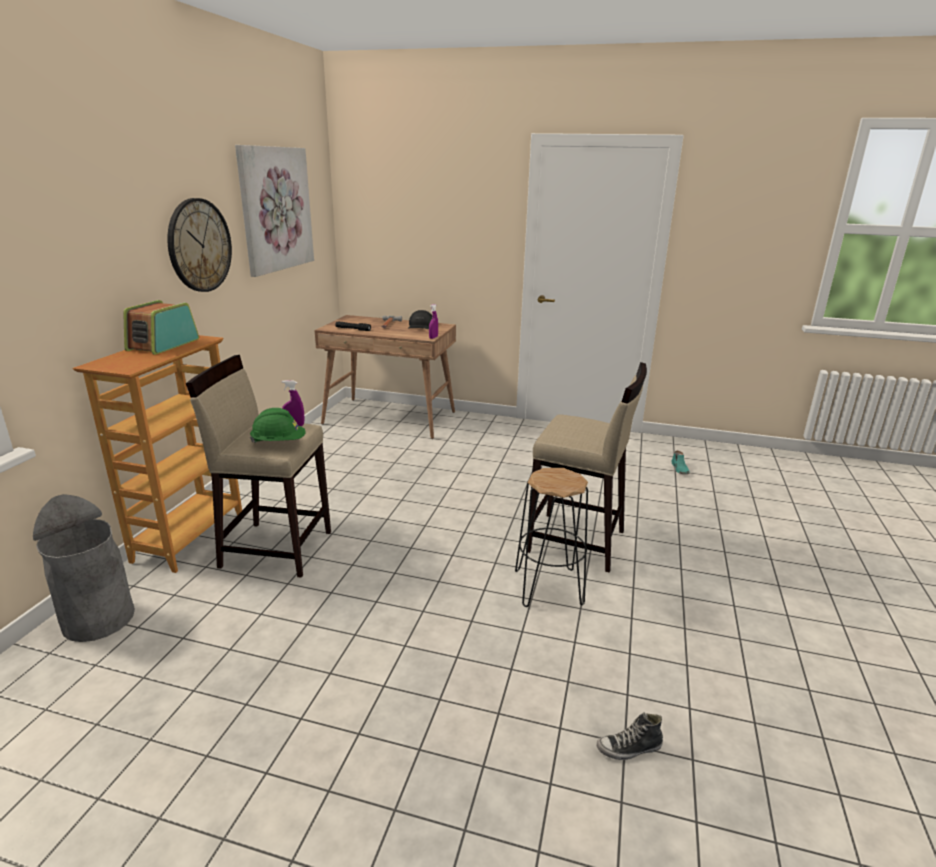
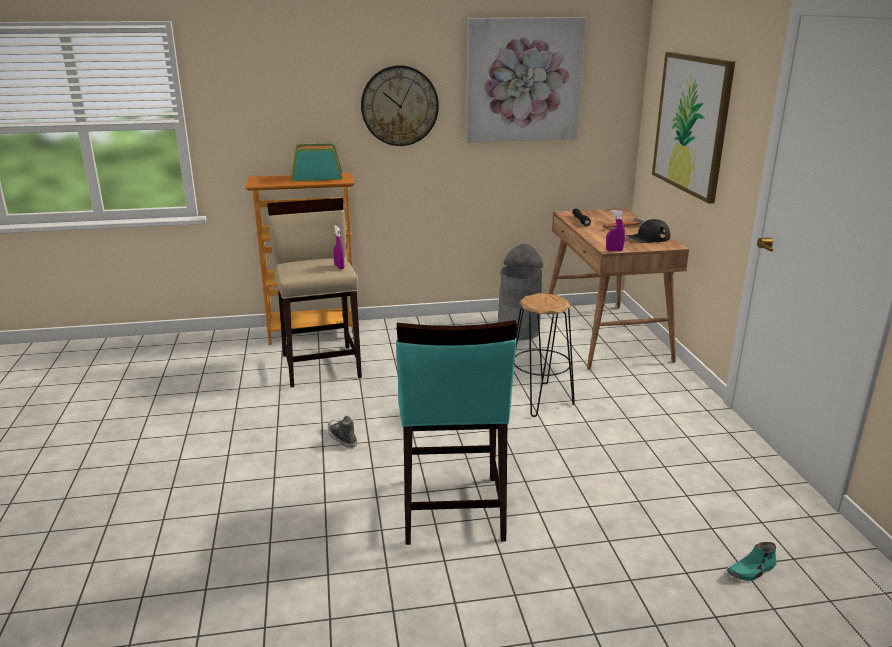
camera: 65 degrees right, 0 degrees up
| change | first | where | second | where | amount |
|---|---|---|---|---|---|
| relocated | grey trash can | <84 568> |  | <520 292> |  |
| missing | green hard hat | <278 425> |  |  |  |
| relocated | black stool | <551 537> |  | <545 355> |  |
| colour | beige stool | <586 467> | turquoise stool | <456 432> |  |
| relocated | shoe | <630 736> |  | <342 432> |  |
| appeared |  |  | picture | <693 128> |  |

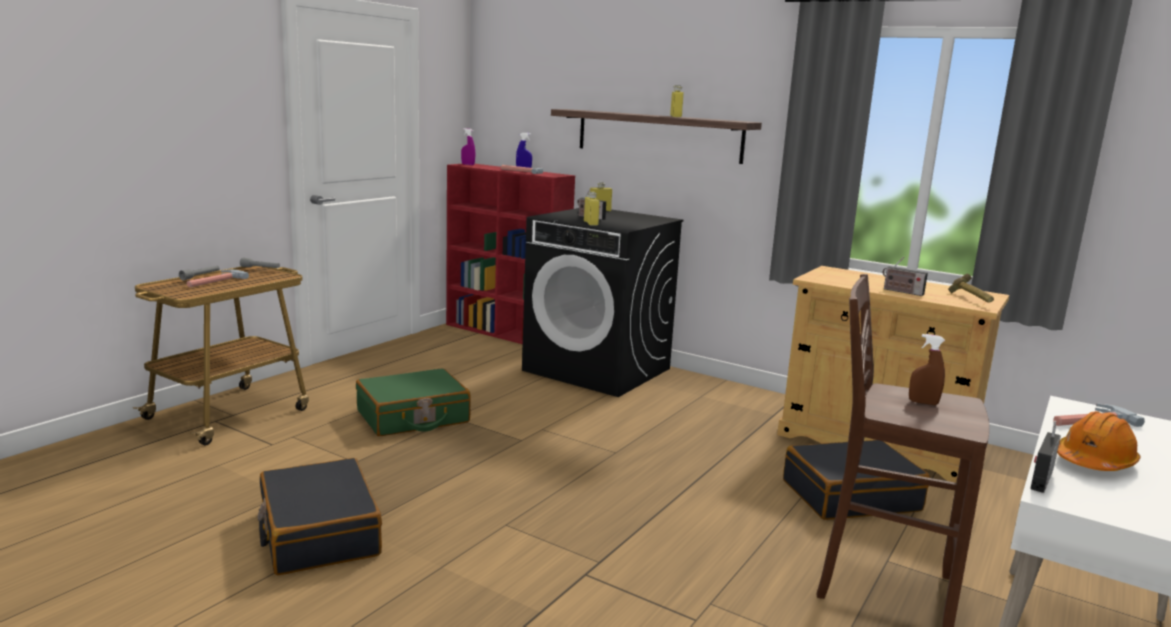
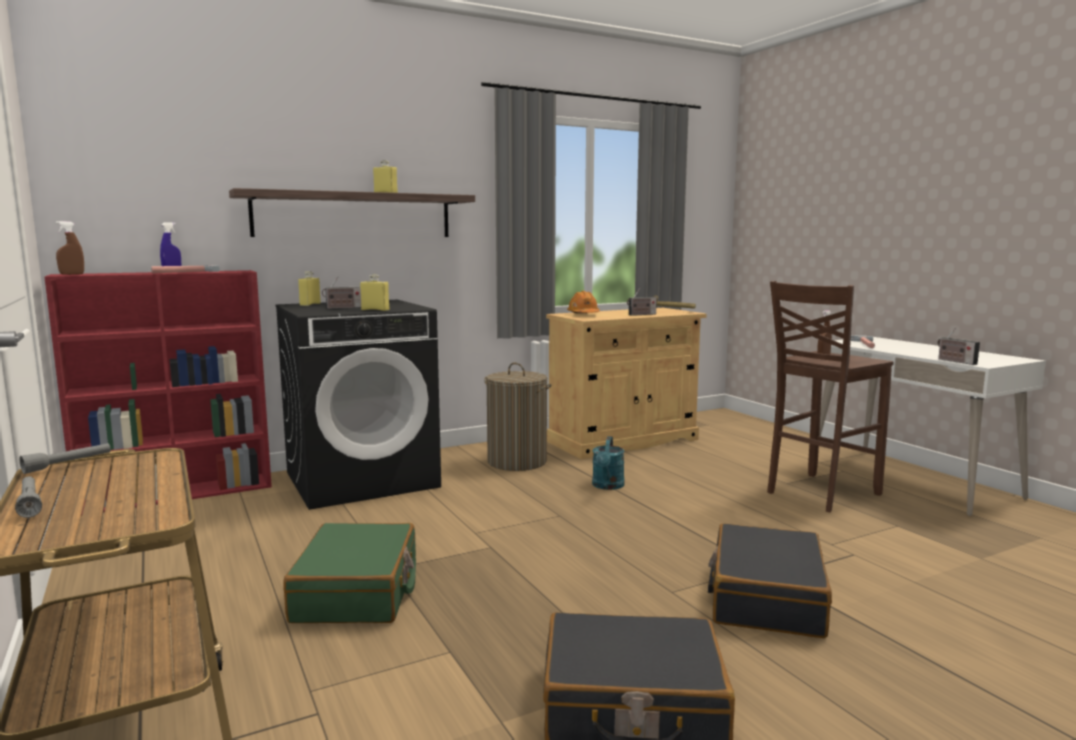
camera: 60 degrees left, 5 degrees down
| change | first | where | second | where | amount |
|---|---|---|---|---|---|
| missing | hammer | <218 279> |  |  |  |
| colour | purple spray bottle | <468 146> | brown spray bottle | <70 248> |  |
| relocated | black suitcase | <856 480> |  | <770 580> |  |
| relocated | orange hard hat | <1099 441> |  | <583 302> |  |
| appeared |  |  | laundry basket | <518 416> |  |
| appeared |  |  | turquoise watering can | <608 463> |  |

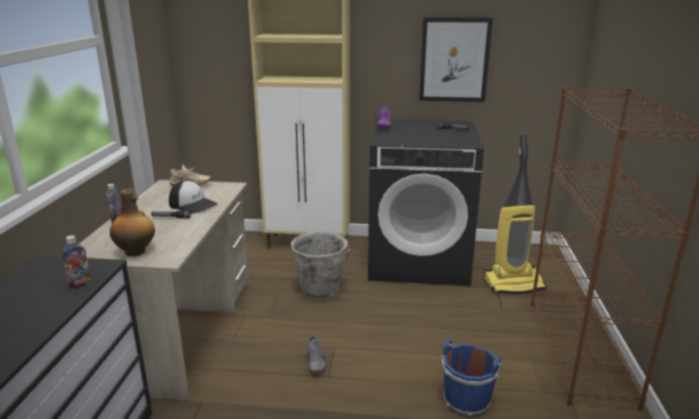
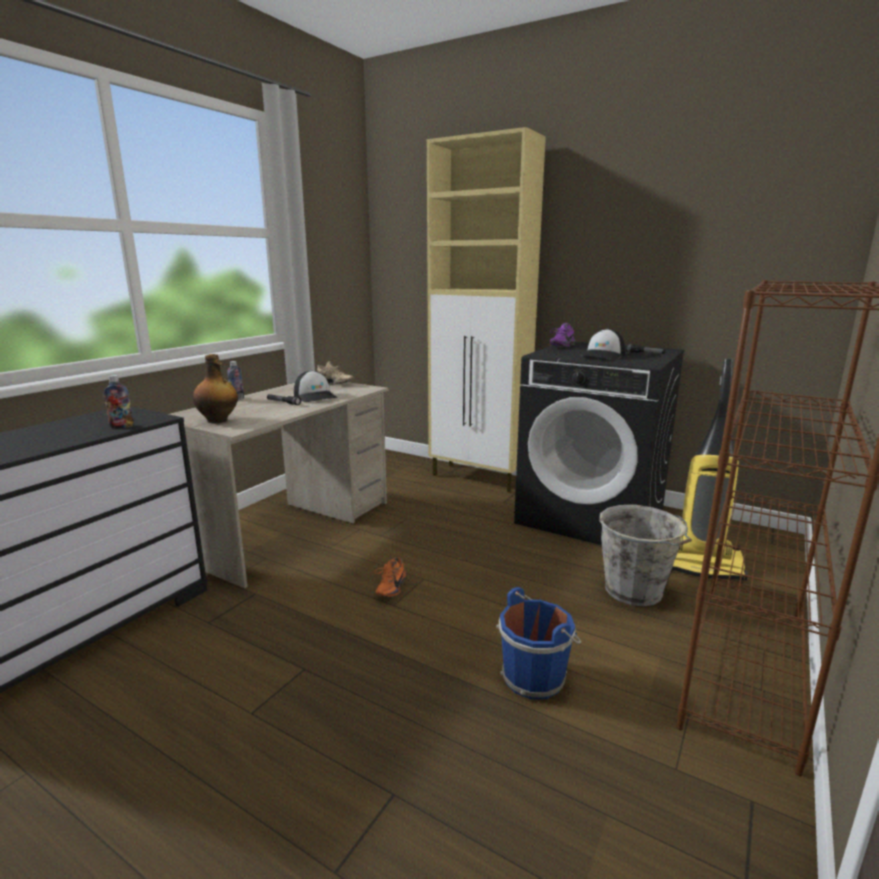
camera: 25 degrees right, 5 degrees down
| change | first | where | second | where | amount |
|---|---|---|---|---|---|
| relocated | grey bucket | <321 266> |  | <645 555> |  |
| colour | grey shoe | <313 354> | orange shoe | <390 577> |  |
| missing | picture | <456 59> |  |  |  |
| appeared |  |  | cap | <602 344> |  |

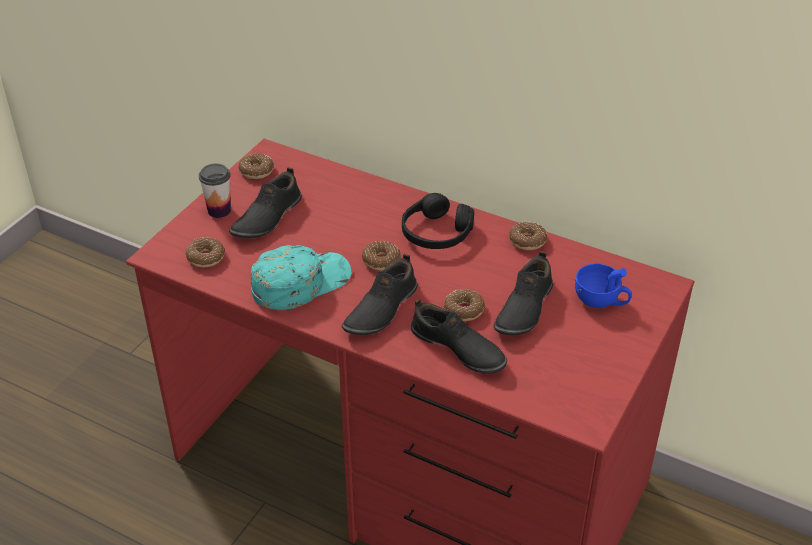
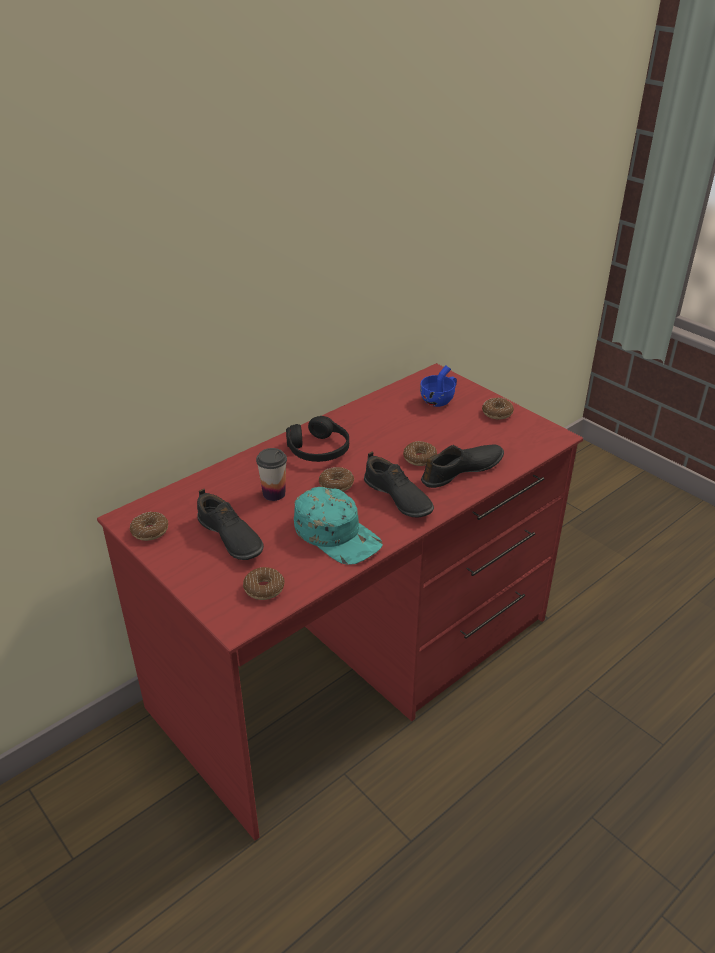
camera: 70 degrees left, 5 degrees down
| change | first | where | second | where | amount |
|---|---|---|---|---|---|
| relocated | cup | <215 190> |  | <271 474> |  |
| spun | turquoise cap | <301 277> |  | <338 526> | 150 degrees clockwise |
| missing | black shoe | <523 293> |  |  |  |
| relocated | donut | <528 236> |  | <498 408> |  |

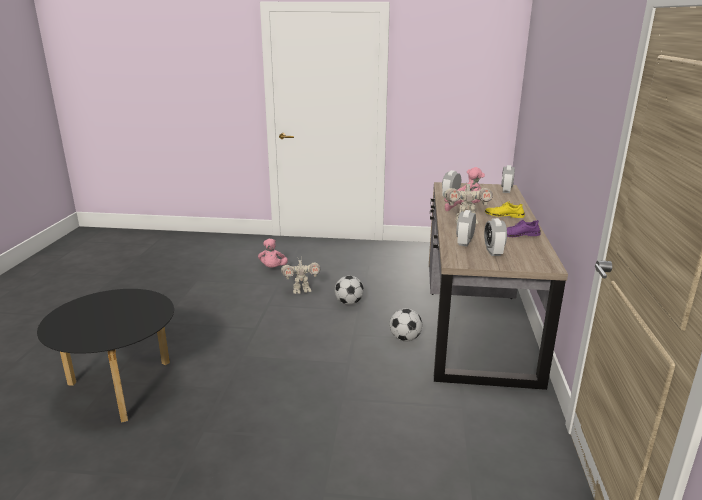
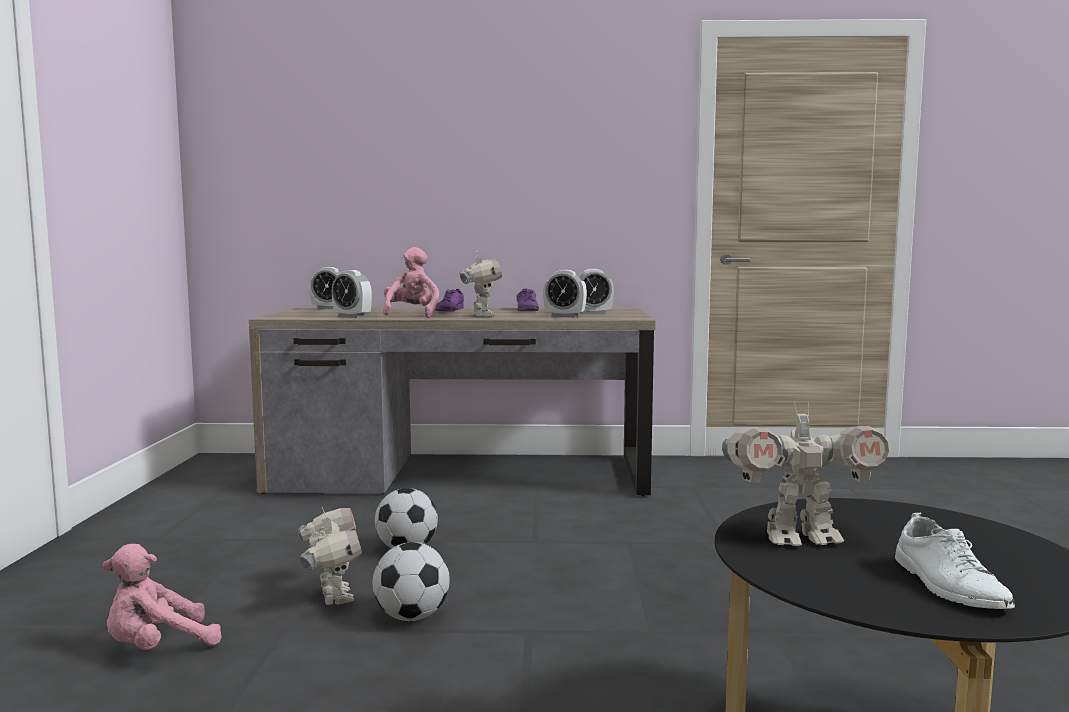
camera: 95 degrees left, 15 degrees down
| change | first | where | second | where | amount |
|---|---|---|---|---|---|
| spun | pink plush toy | <273 253> |  | <162 597> | 150 degrees clockwise |
| relocated | football | <406 324> |  | <411 581> |  |
| colour | yellow shoe | <505 209> | purple shoe | <449 300> |  |
| appeared |  |  | toy robot | <805 473> |  |
| appeared |  |  | white shoe | <955 561> |  |

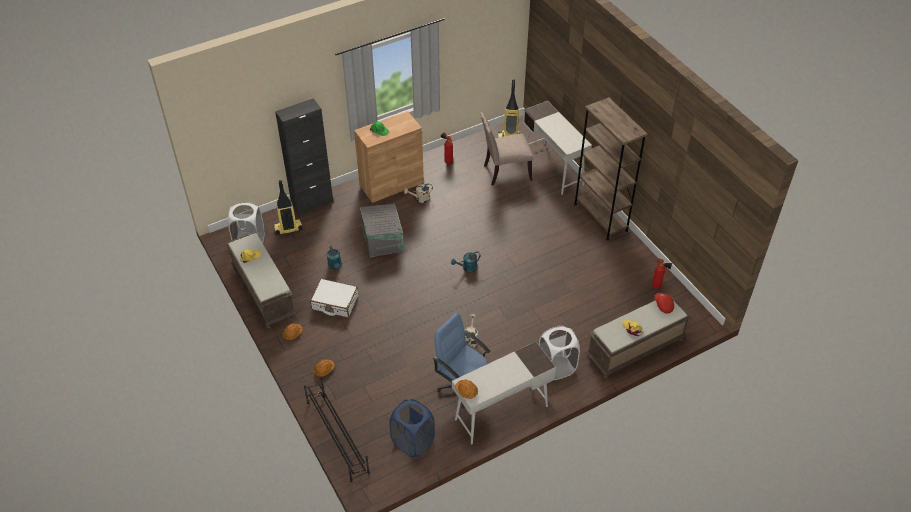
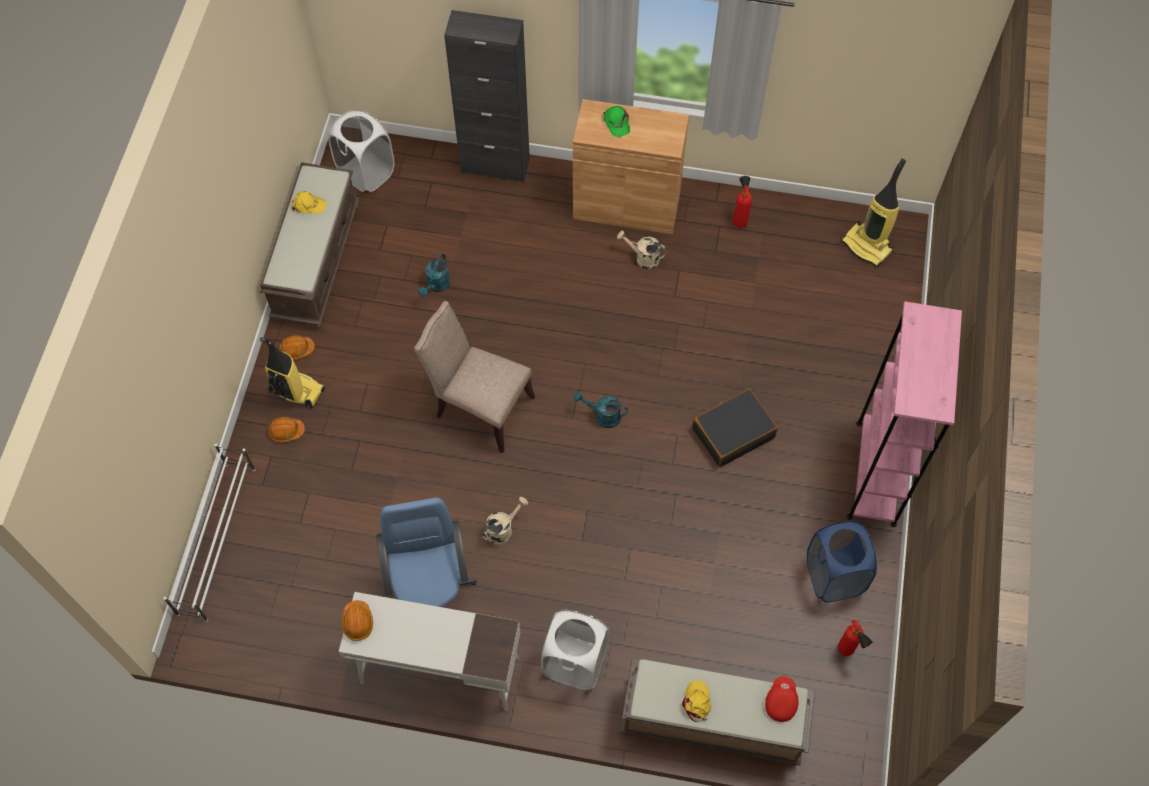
camera: 40 degrees right, 15 degrees up
| change | first | where | second | where | amount |
|---|---|---|---|---|---|
| relocated | vacuum cleaner | <288 208> |  | <292 373> |  |
| colour | black shoe rack | <337 430> | white shoe rack | <209 533> |  |
| missing | white suitcase | <334 298> |  |  |  |
| missing | grey storage box | <381 230> |  |  |  |
| relocated | blue laundry basket | <412 428> |  | <842 561> |  |
| relocated | beige chair | <506 149> |  | <474 377> |  |
| missing | white desk | <557 148> |  |  |  |
| colour | brown bookcase | <611 169> | pink bookcase | <904 414> |  |
| appeared |  |  | black suitcase | <735 428> |  |

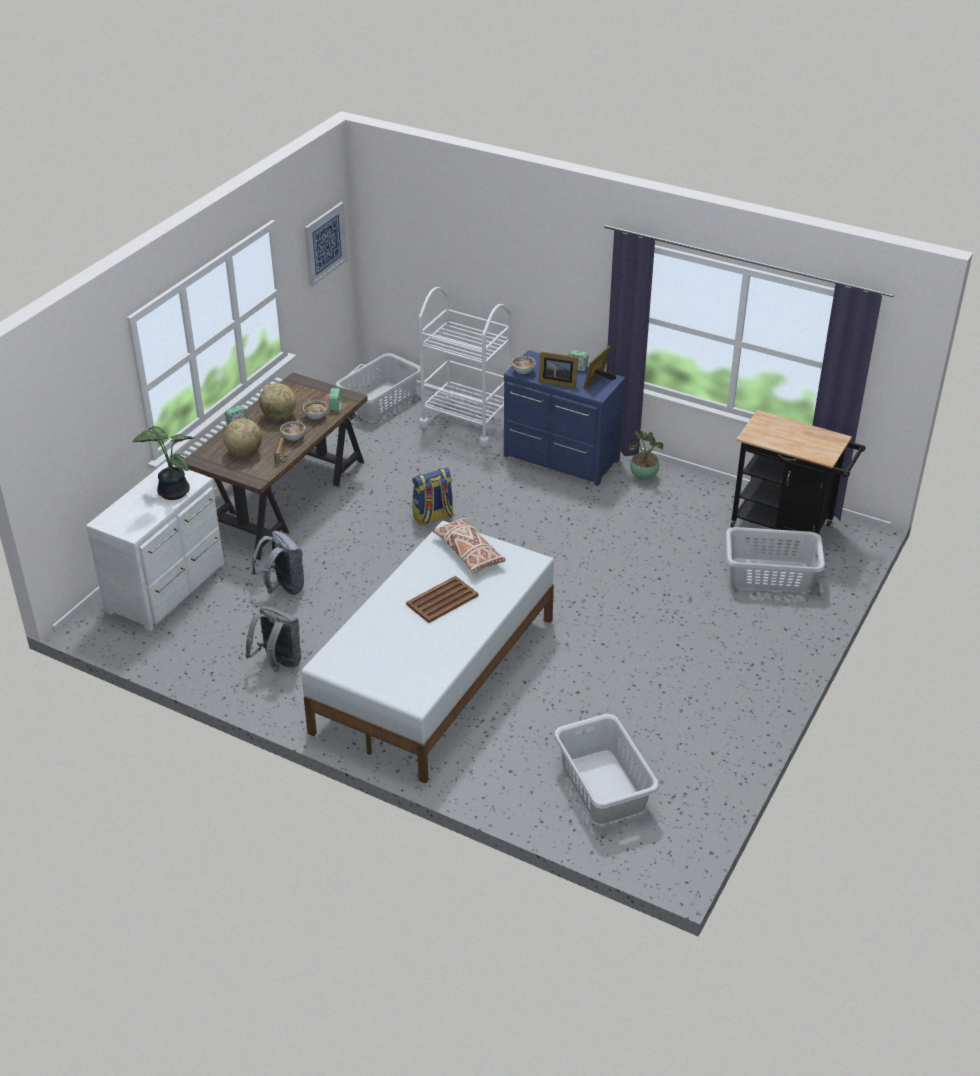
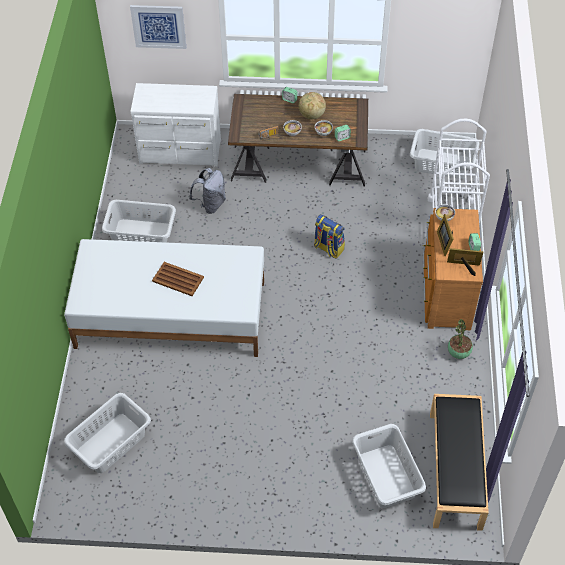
camera: 65 degrees right, 15 degrees up
| change | first | where | second | where | amount |
|---|---|---|---|---|---|
| missing | potted plant | <164 463> |  |  |  |
| missing | globe | <242 437> |  |  |  |
| exchanged | grey backpack | <273 639> | grey laundry basket | <139 221> |  |
| relocated | picture | <325 244> |  | <158 27> |  |
| missing | beige pillow | <469 545> |  |  |  |
| colour | blue dresser | <565 418> | brown dresser | <453 269> |  |
| exchanged | black cart | <798 472> | black bench | <459 462> |  |

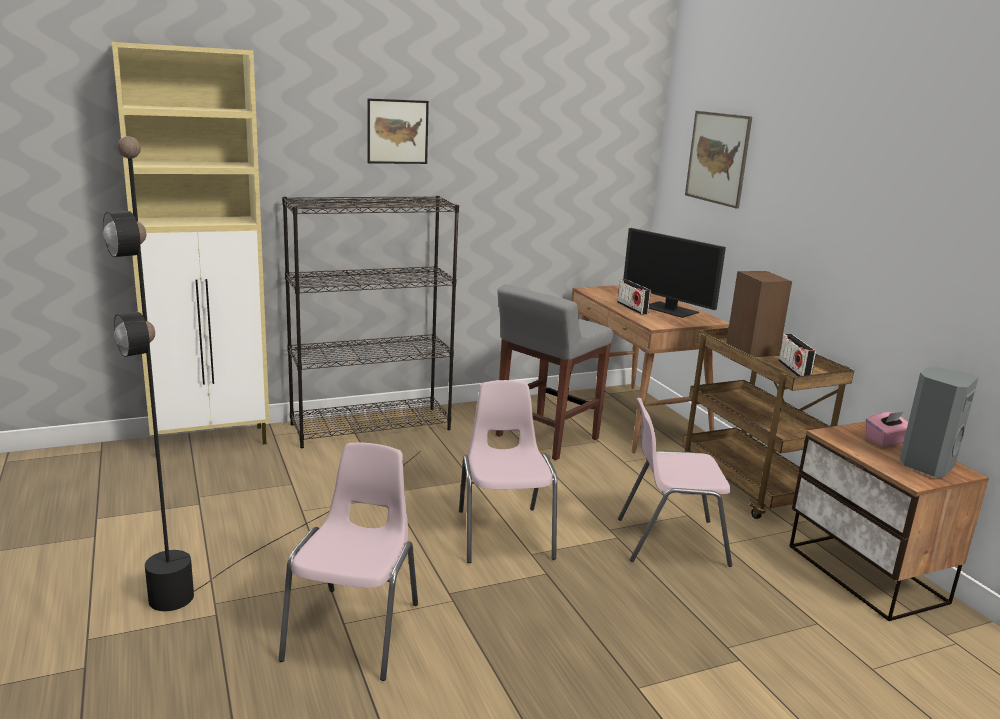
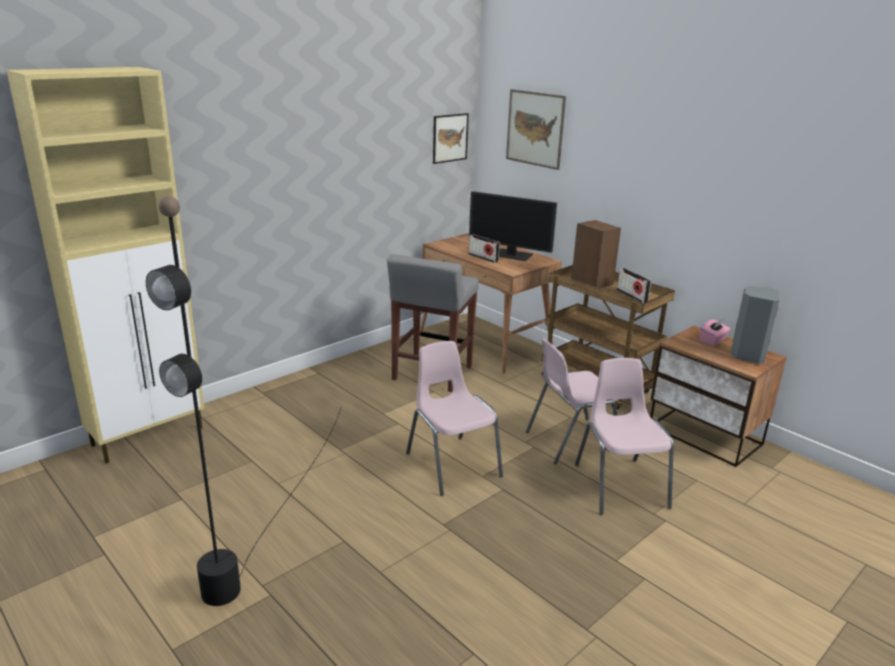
camera: 20 degrees left, 5 degrees up
| change | first | where | second | where | amount |
|---|---|---|---|---|---|
| relocated | pink chair | <348 562> |  | <624 436> |  |
| missing | black bookcase | <370 322> |  |  |  |
| relocated | picture | <398 131> |  | <451 138> |  |

